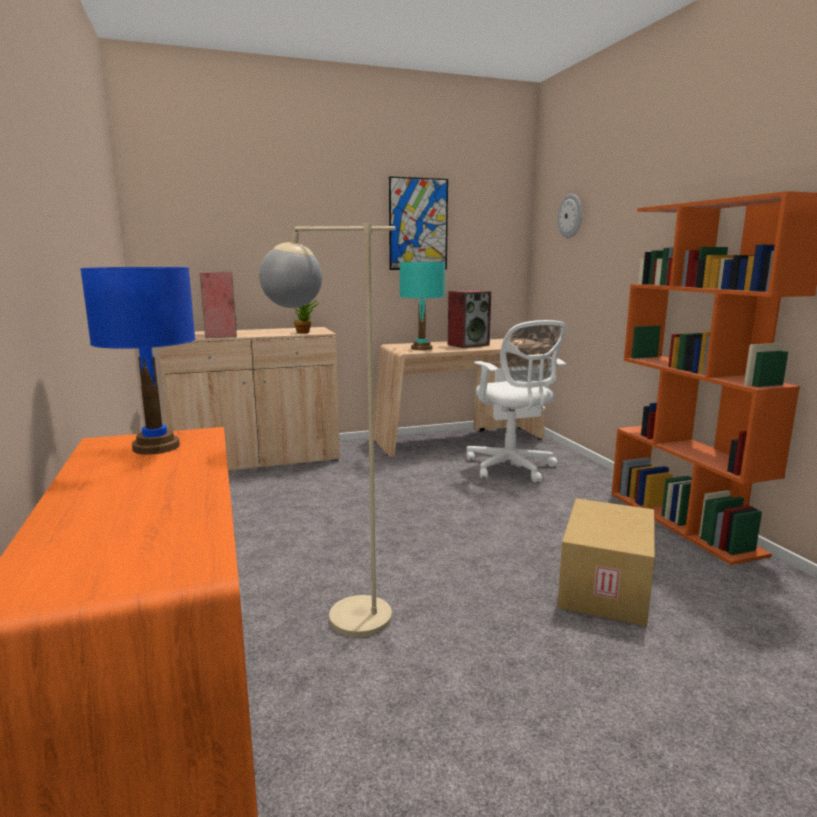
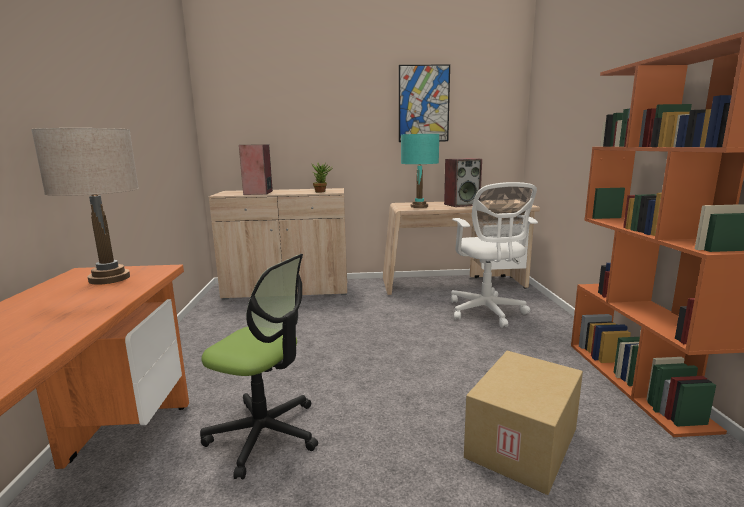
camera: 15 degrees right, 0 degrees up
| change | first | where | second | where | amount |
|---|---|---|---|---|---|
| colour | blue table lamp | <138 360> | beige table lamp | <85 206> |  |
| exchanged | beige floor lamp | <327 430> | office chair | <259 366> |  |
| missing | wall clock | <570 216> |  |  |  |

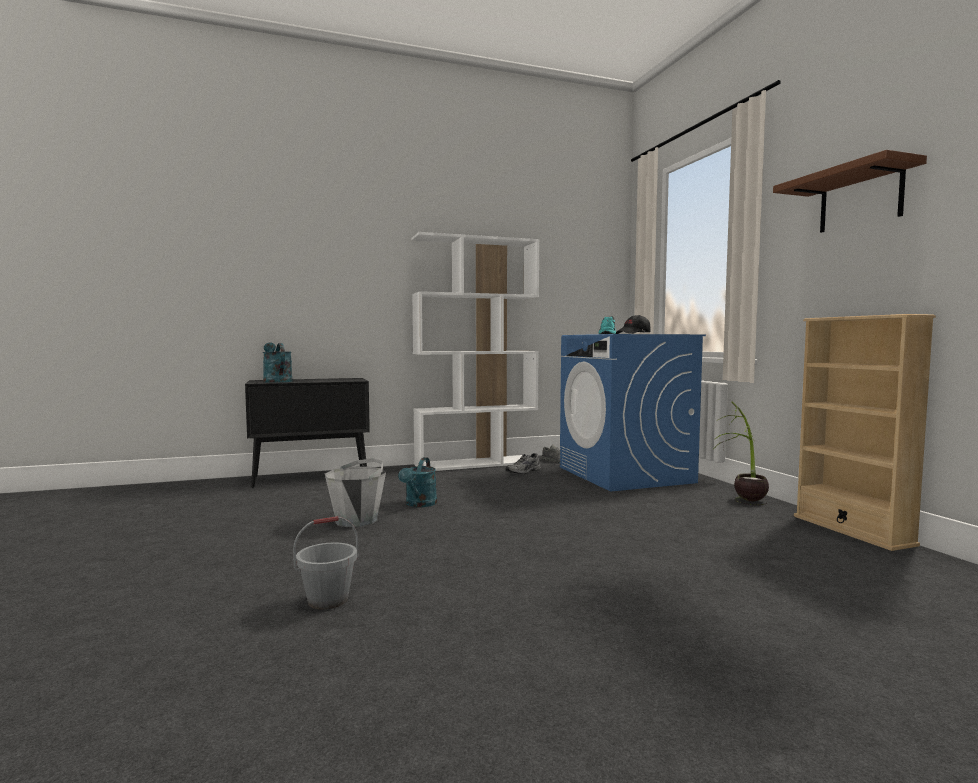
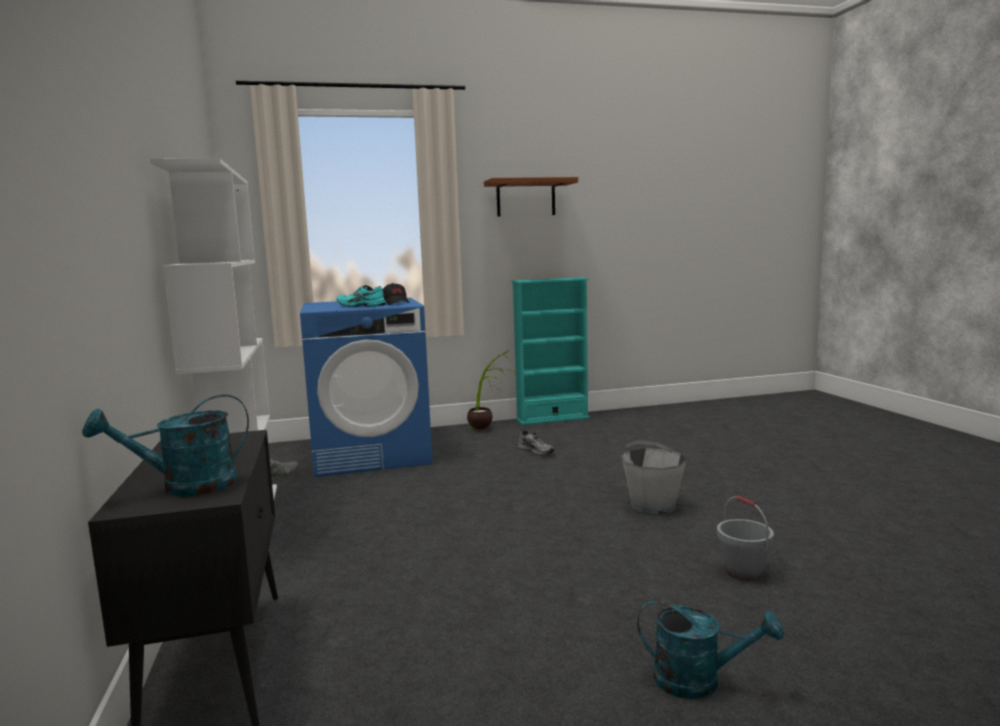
camera: 85 degrees left, 5 degrees up
| change | first | where | second | where | amount |
|---|---|---|---|---|---|
| relocated | grey bucket | <355 492> |  | <653 477> |  |
| relocated | turquoise watering can | <417 482> |  | <710 649> |  |
| relocated | grey shoe | <523 463> |  | <536 443> |  |
| colour | beige bookcase | <865 432> | turquoise bookcase | <551 351> |  |

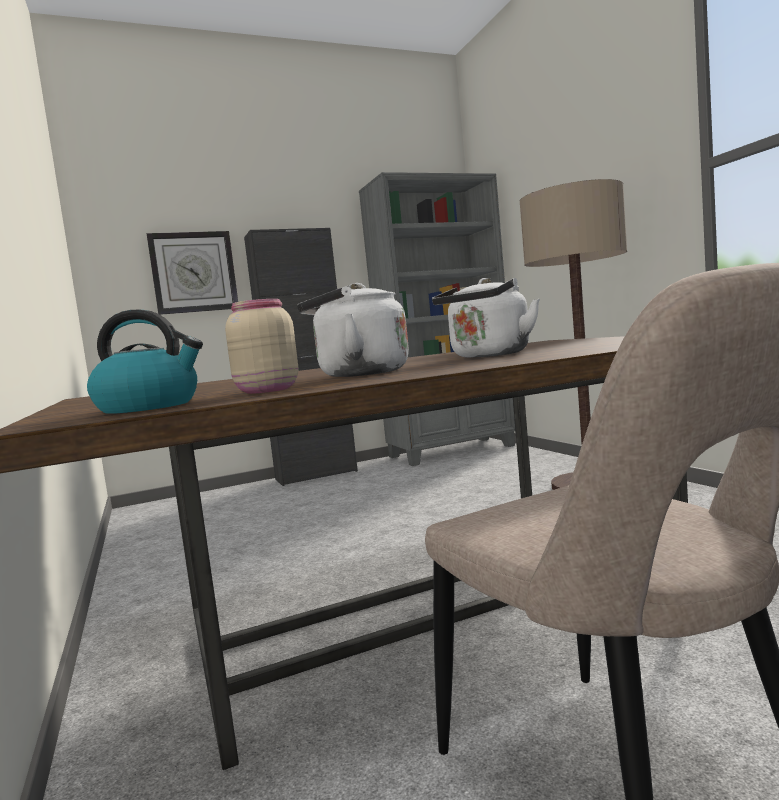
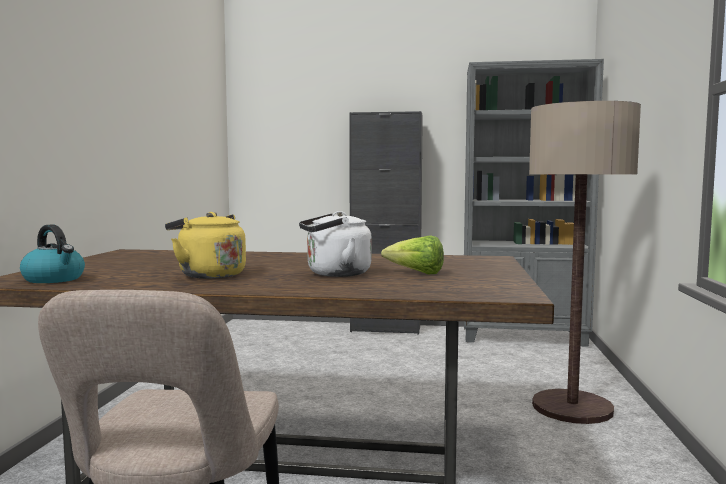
camera: 30 degrees right, 0 degrees up
| change | first | where | second | where | amount |
|---|---|---|---|---|---|
| missing | wall clock | <192 273> |  |  |  |
| missing | beige jar | <261 346> |  |  |  |
| colour | white kettle | <353 330> | yellow kettle | <205 245> |  |
| appeared |  |  | lettuce | <412 254> |  |

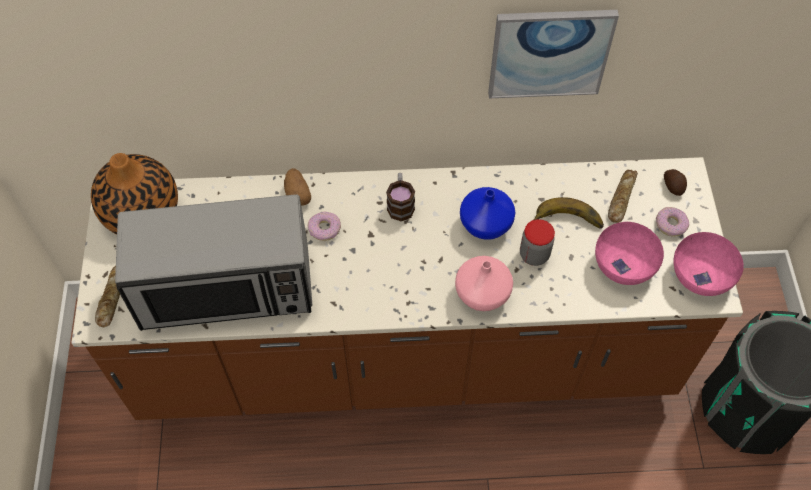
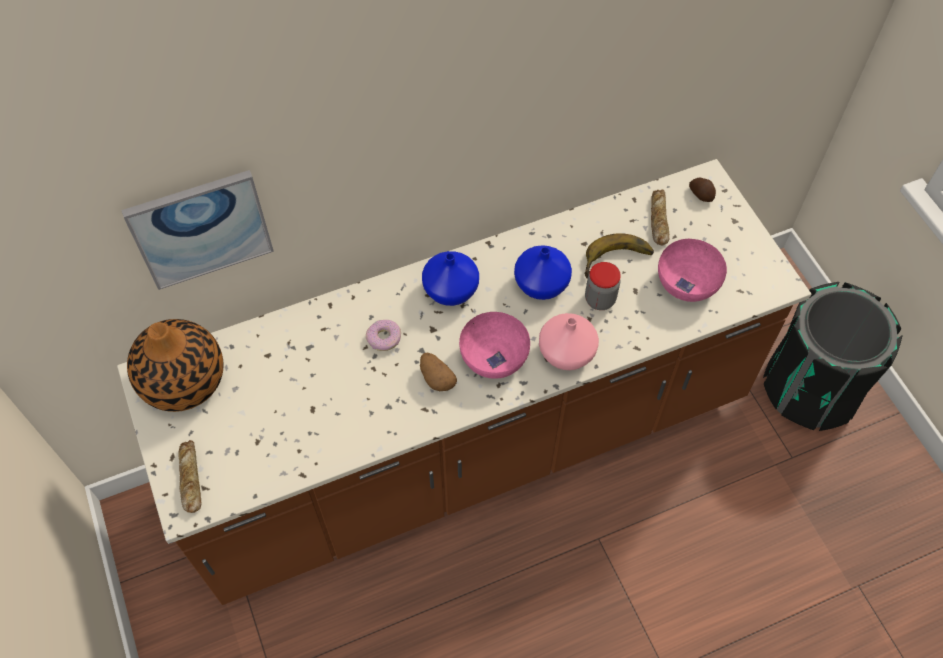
camera: 20 degrees left, 0 degrees up
| change | first | where | second | where | amount |
|---|---|---|---|---|---|
| missing | microwave | <213 262> |  |  |  |
| relocated | potato | <297 187> |  | <438 372> |  |
| exchanged | mug | <400 197> | blue vase | <450 278> |  |
| relocated | picture | <553 54> |  | <197 230> |  |
| missing | donut | <672 221> |  |  |  |
| relocated | pink bowl | <708 264> |  | <494 345> |  |

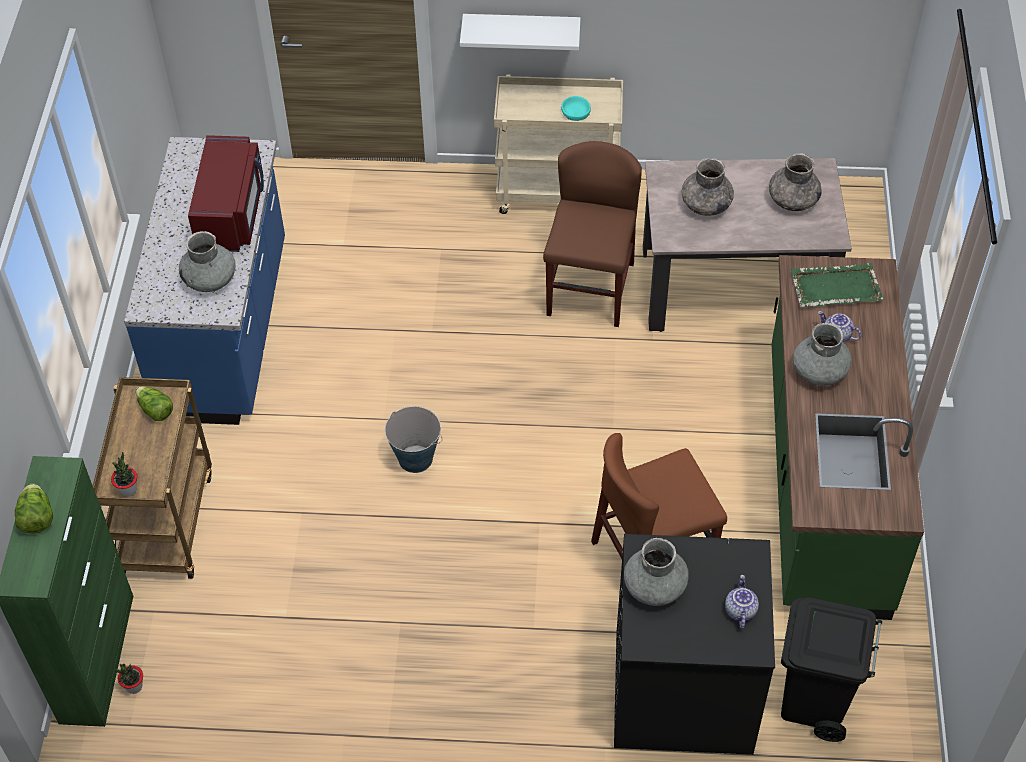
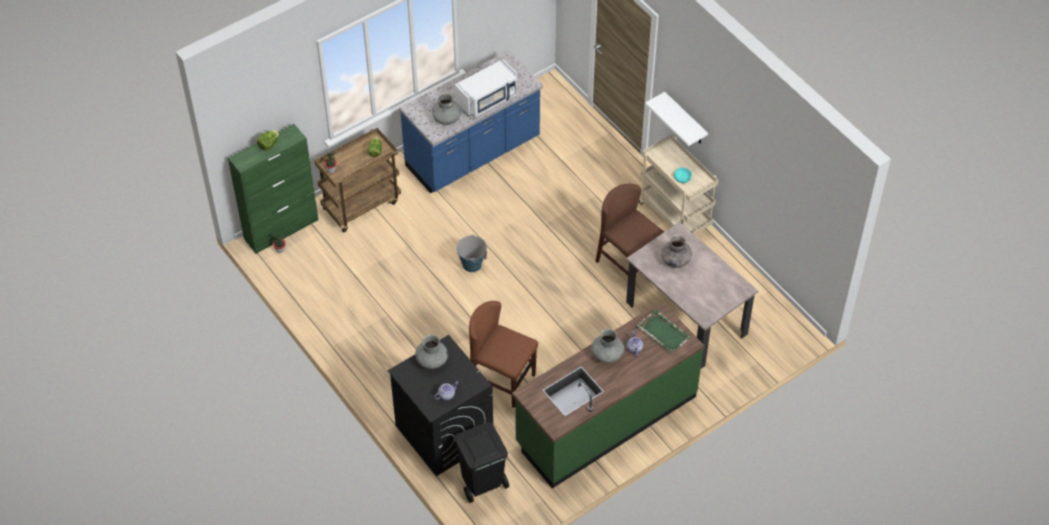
camera: 50 degrees right, 0 degrees up
| change | first | where | second | where | amount |
|---|---|---|---|---|---|
| colour | red microwave | <226 193> | white microwave | <486 88> |  |
| spun | brown chair | <592 234> |  | <629 229> | 105 degrees counterclockwise |
| missing | grey vase | <795 182> |  |  |  |

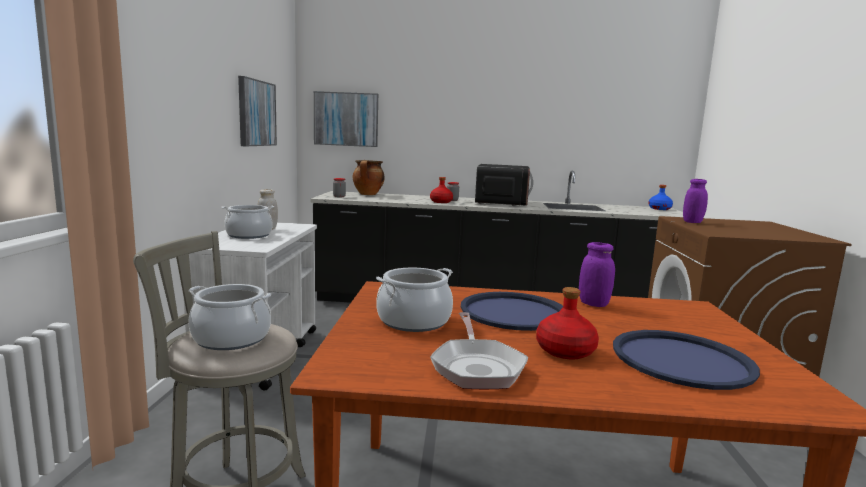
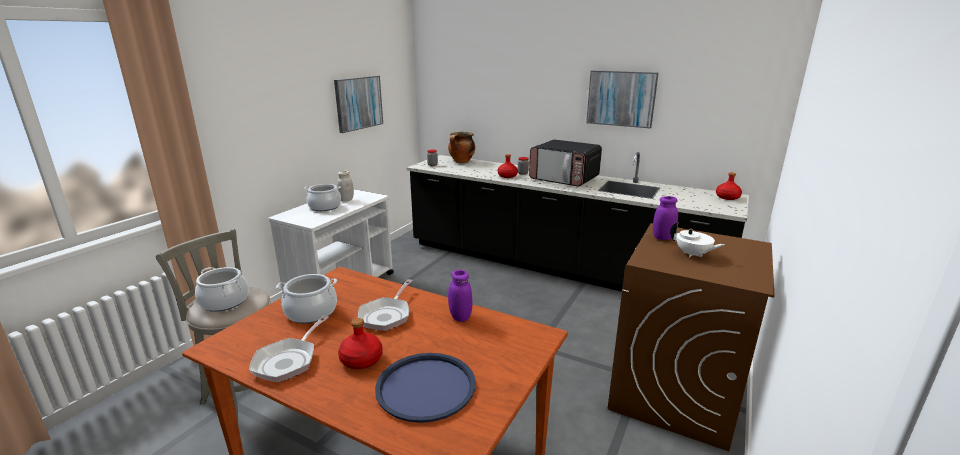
camera: 25 degrees right, 10 degrees up
| change | first | where | second | where | amount |
|---|---|---|---|---|---|
| relocated | picture | <346 119> |  | <622 99> |  |
| exchanged | blue tray | <512 311> | frying pan | <385 305> |  |
| spun | microwave | <504 185> |  | <565 163> | 90 degrees clockwise |
| colour | blue bottle | <660 197> | red bottle | <729 186> |  |
| appeared |  |  | white teapot | <697 240> |  |

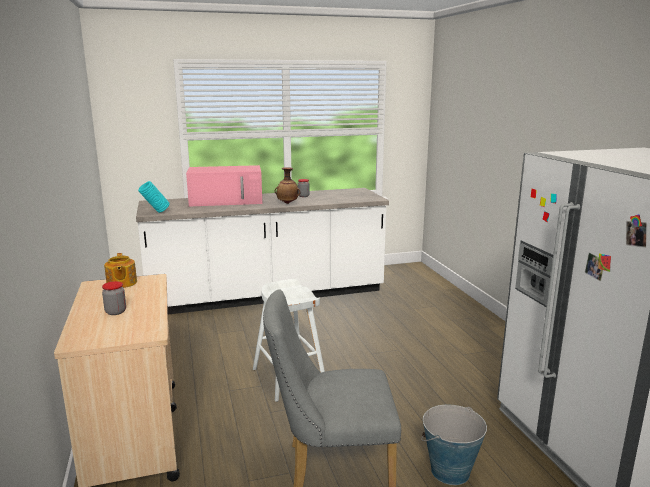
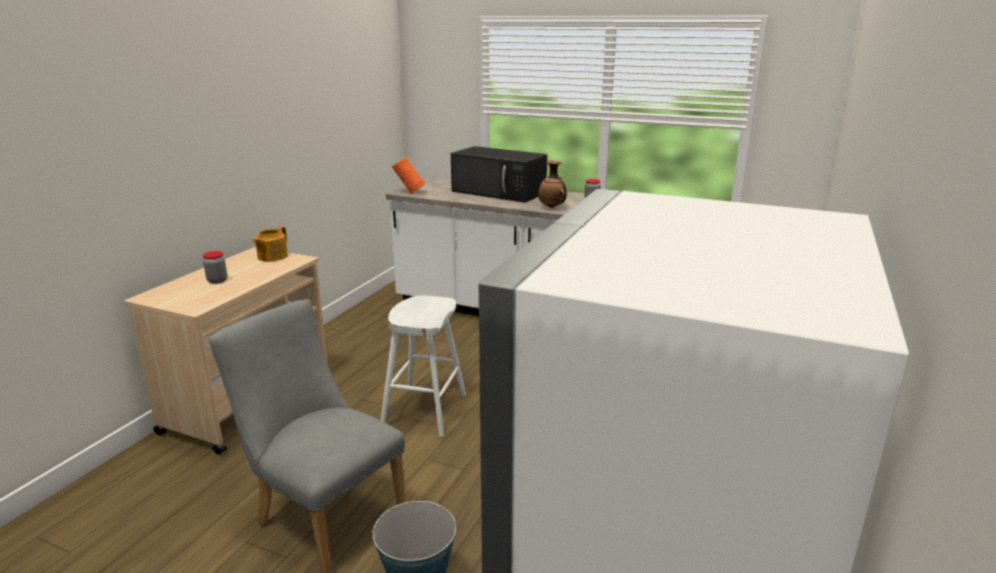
camera: 40 degrees right, 5 degrees up
| change | first | where | second | where | amount |
|---|---|---|---|---|---|
| colour | turquoise vase | <154 197> | orange vase | <408 175> |  |
| colour | pink microwave | <224 186> | black microwave | <499 174> |  |

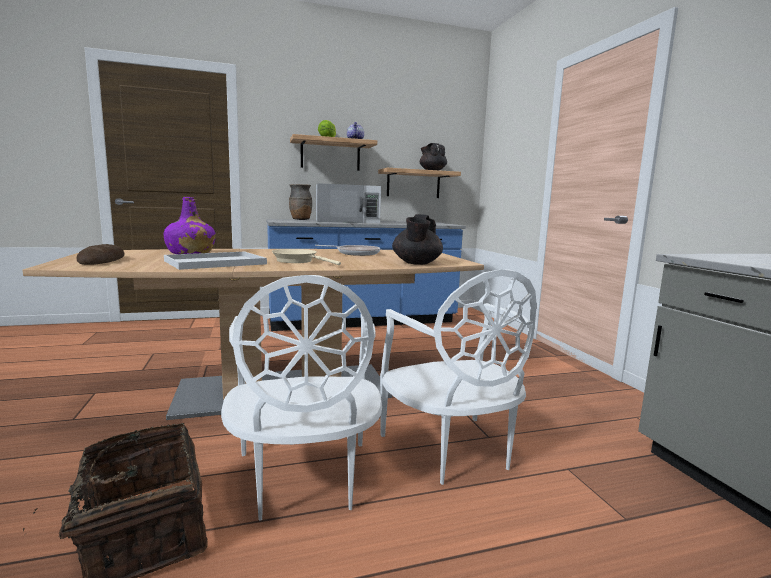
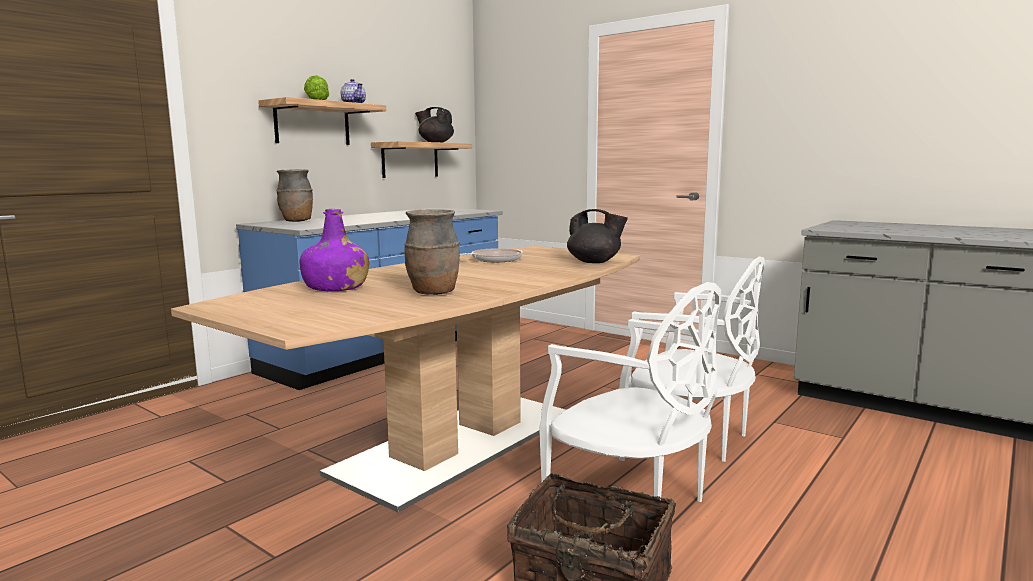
camera: 35 degrees left, 0 degrees up
| change | first | where | second | where | amount |
|---|---|---|---|---|---|
| missing | bread | <100 254> |  |  |  |
| exchanged | white tray | <215 261> | brown vase | <432 252> |  |
| missing | beige frying pan | <306 257> |  |  |  |
| missing | white microwave | <348 203> |  |  |  |
| spun | black teapot | <417 239> |  | <597 236> | 45 degrees counterclockwise |

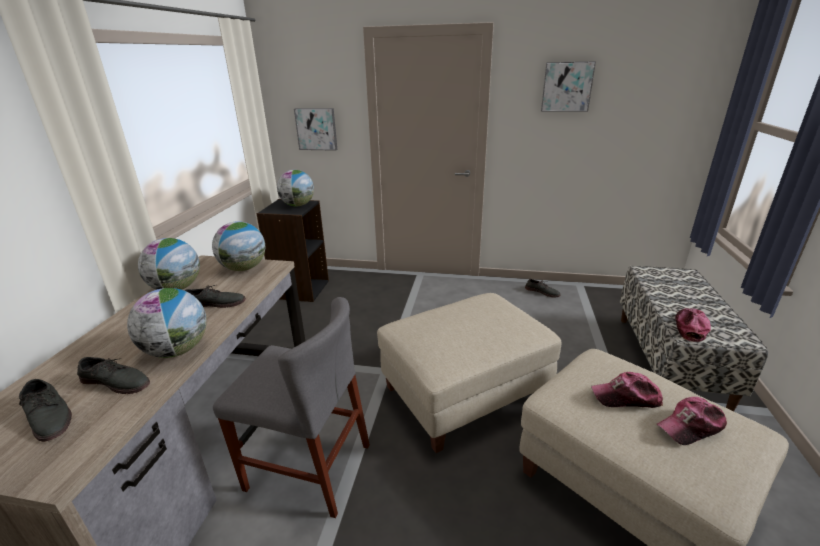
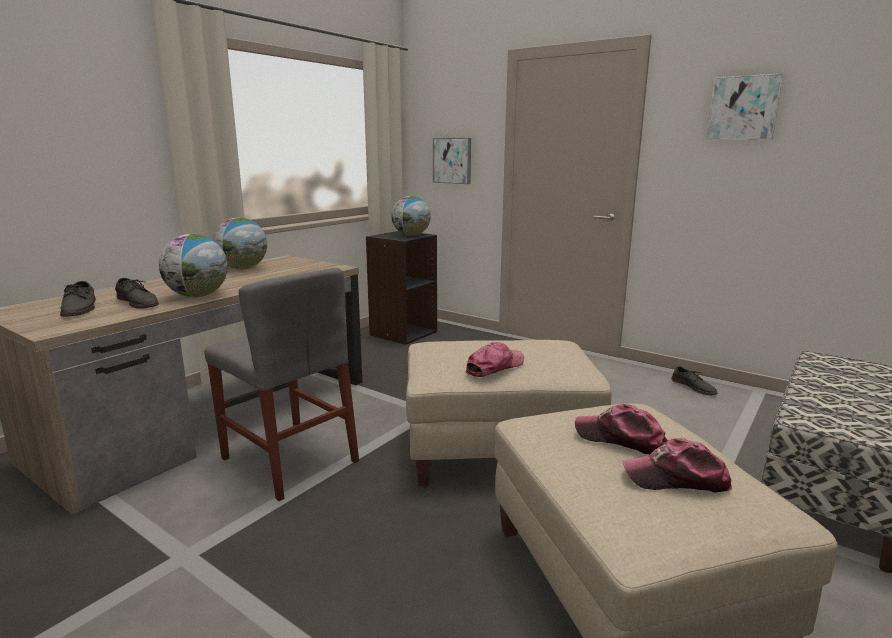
camera: 25 degrees right, 10 degrees down
| change | first | where | second | where | amount |
|---|---|---|---|---|---|
| missing | grey shoe | <215 296> |  |  |  |
| missing | globe | <238 246> |  |  |  |
| relocated | cap | <693 325> |  | <494 359> |  |

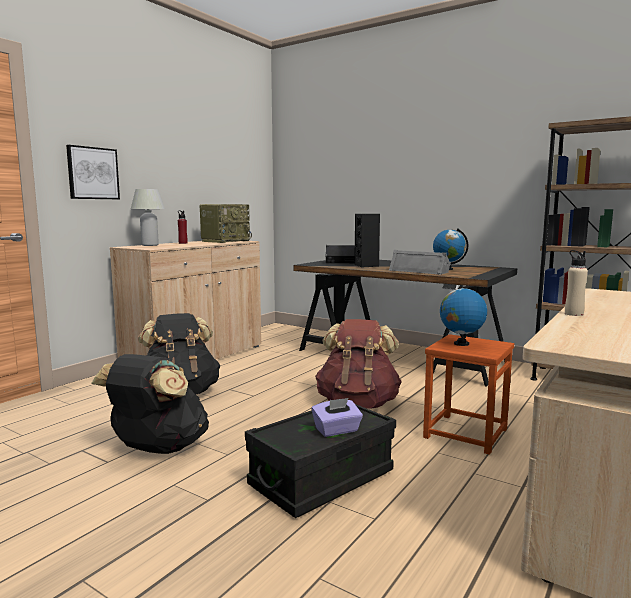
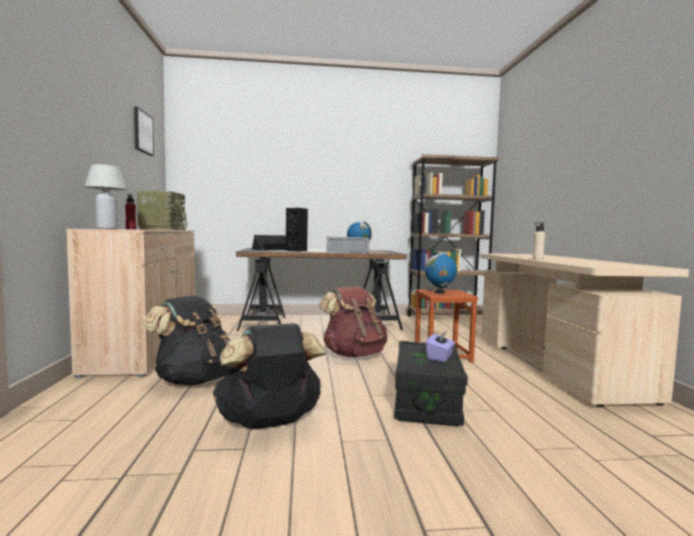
camera: 40 degrees left, 5 degrees down
| change | first | where | second | where | amount |
|---|---|---|---|---|---|
| relocated | picture | <93 172> |  | <144 131> |  |

